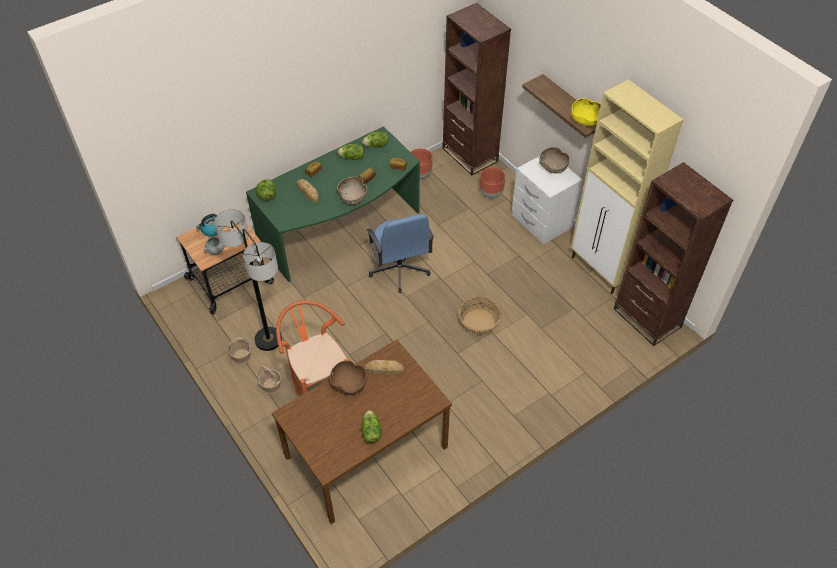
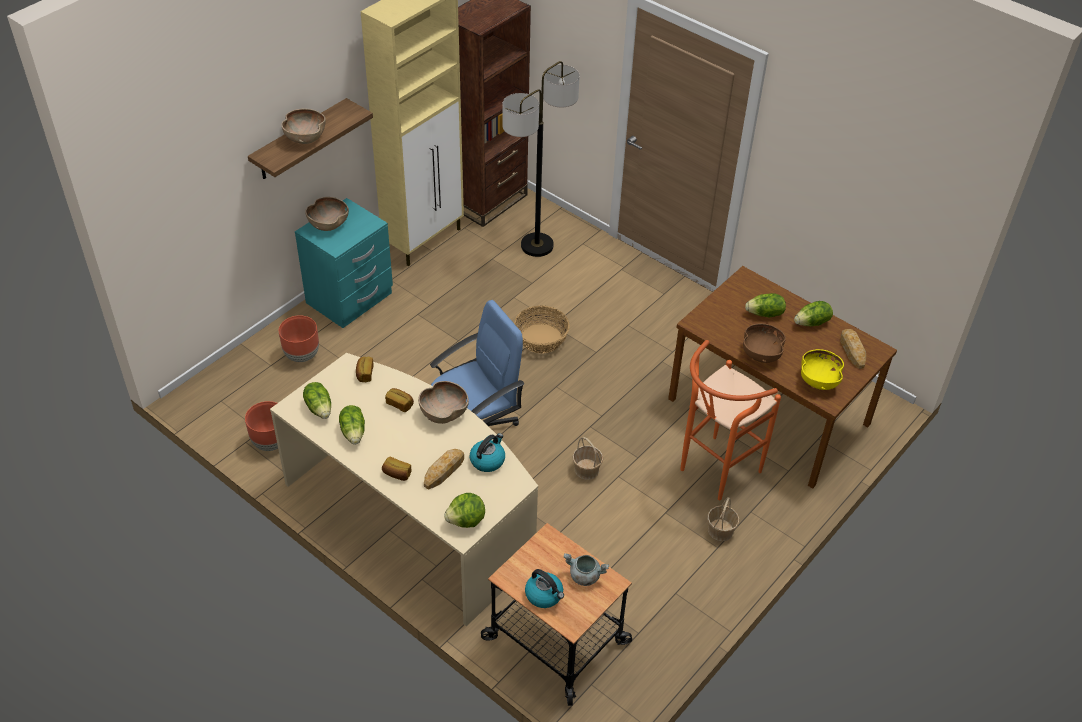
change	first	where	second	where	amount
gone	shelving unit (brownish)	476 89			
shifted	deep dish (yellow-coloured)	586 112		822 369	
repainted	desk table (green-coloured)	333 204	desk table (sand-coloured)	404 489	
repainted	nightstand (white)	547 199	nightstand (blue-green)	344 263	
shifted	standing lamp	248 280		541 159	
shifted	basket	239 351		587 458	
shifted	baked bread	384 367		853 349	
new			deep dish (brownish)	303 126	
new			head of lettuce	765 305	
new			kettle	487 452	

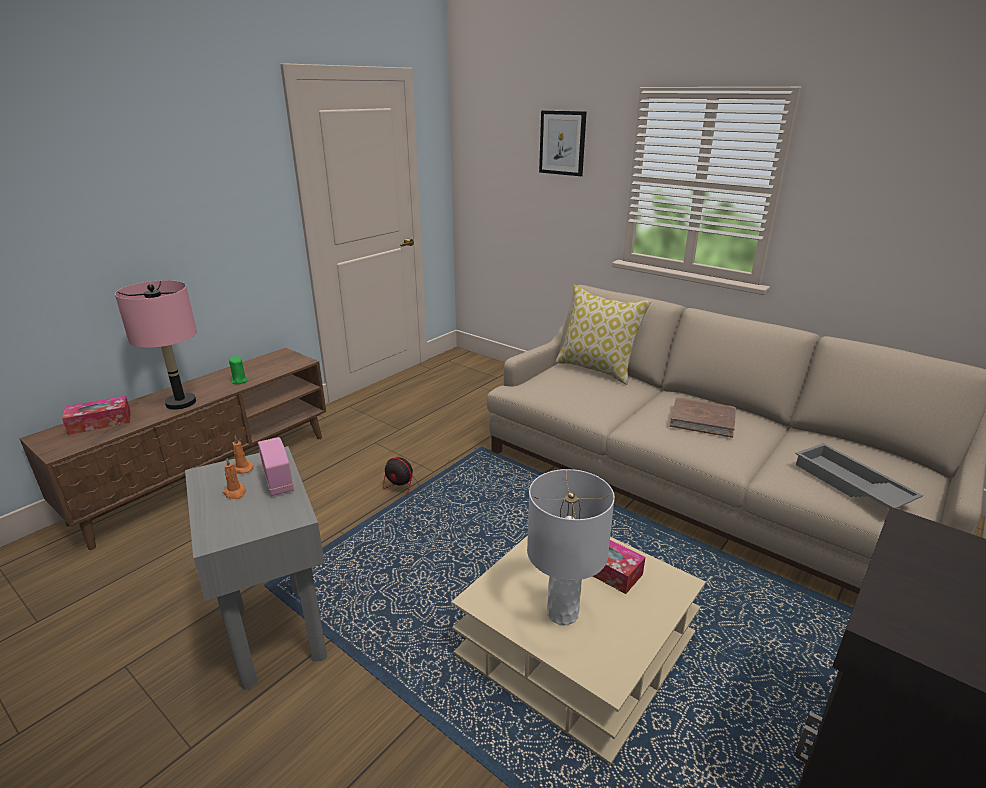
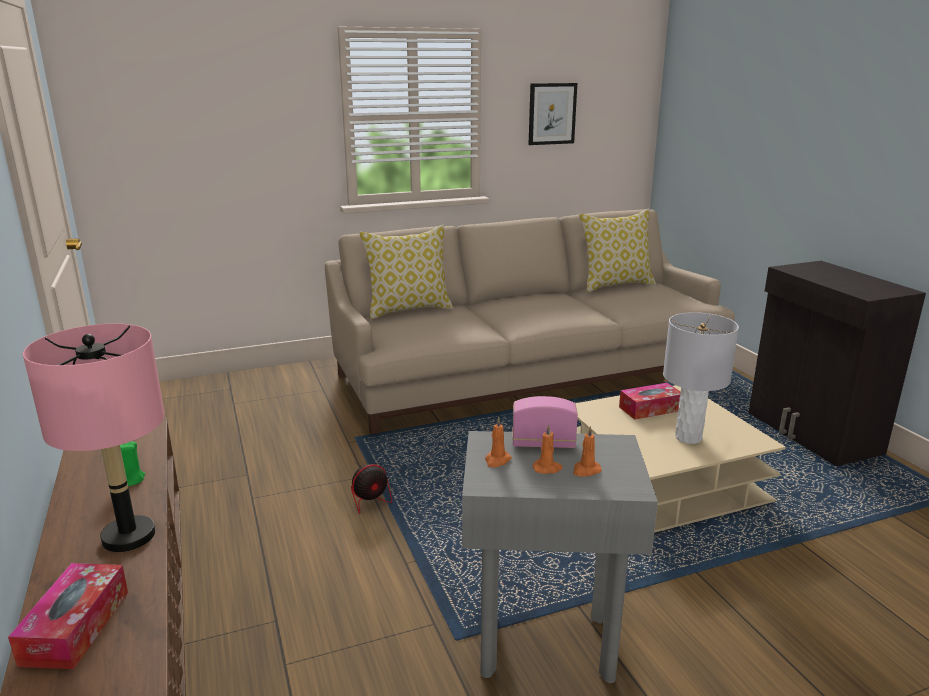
change	first	where	second	where	amount
shifted	wall art	563 143		552 114	
gone	volume (brownish)	703 417			
gone	tray (grey)	859 476			
new			cushion	617 250	
new			wax candle (orange-coloured)	587 451	

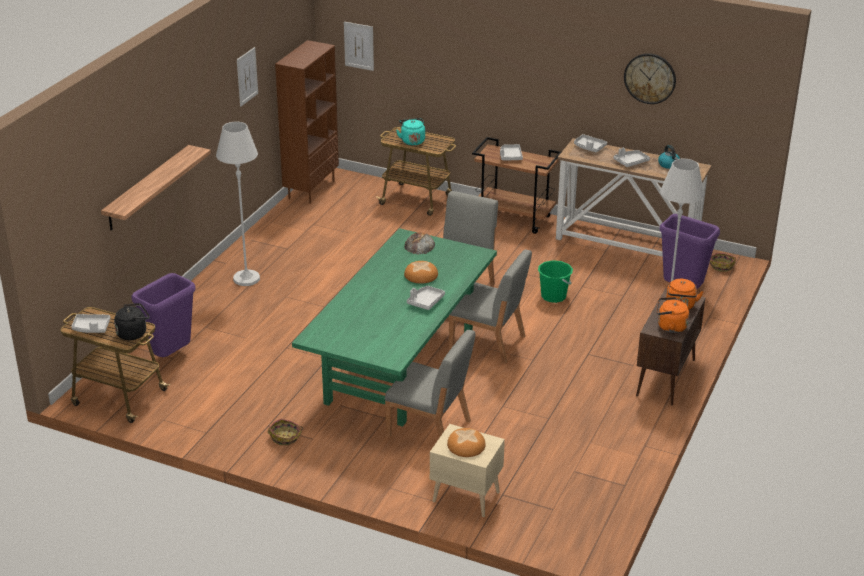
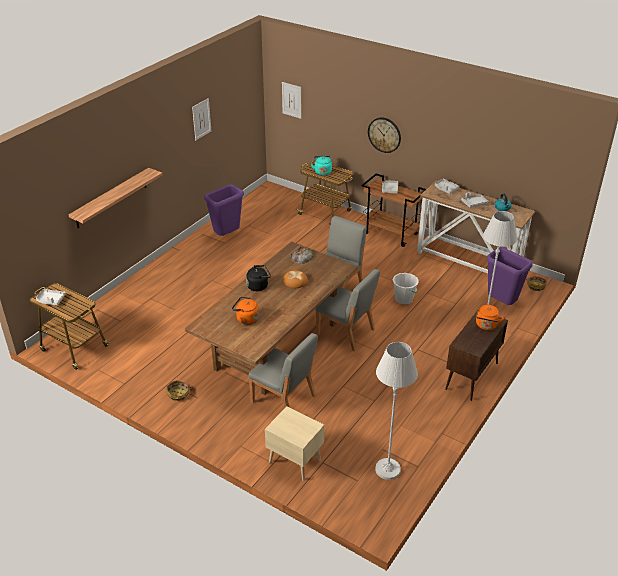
change	first	where	second	where	amount
gone	shelving unit (brownish)	307 122			
shifted	wall clock	650 78		384 135	
shifted	standing lamp (white)	238 204		396 411	
repainted	kitchen table (green-coloured)	394 327	kitchen table (brownish)	271 318	
repainted	bucket (green-coloured)	555 281	bucket (white)	406 288	
shifted	trash can (purplish)	163 315		224 210	
gone	tray (grey)	426 298			
shifted	kettle (orange-coloured)	673 315		245 311	
shifted	kettle (black-coloured)	132 321		258 278	
gone	baked bread	466 442			

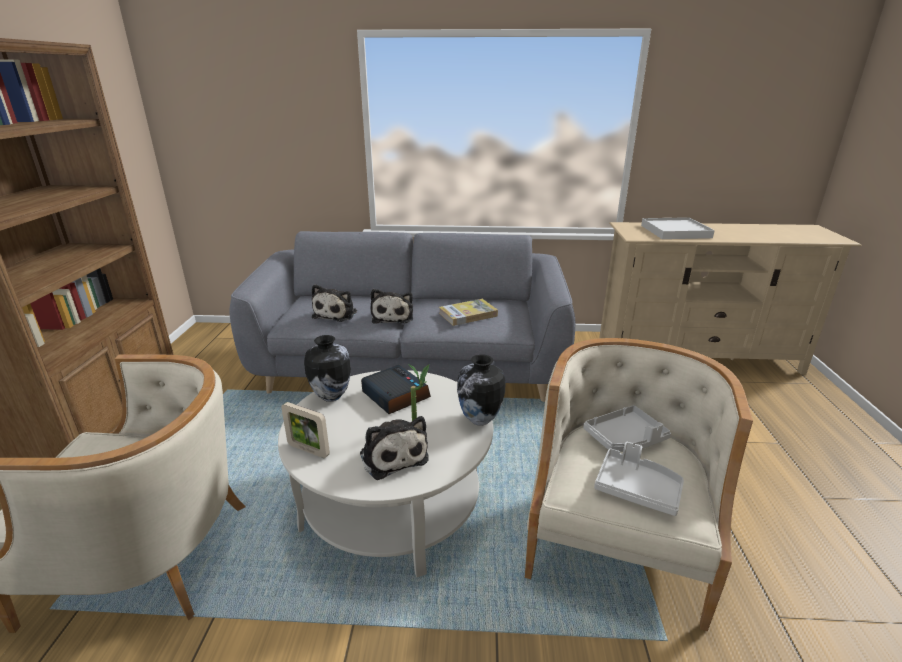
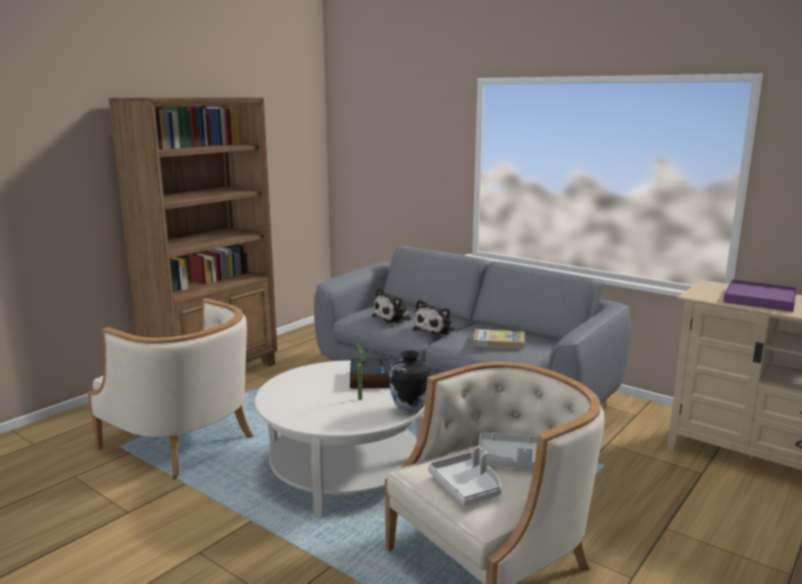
change	first	where	second	where	amount
repainted	tray (white)	678 228	tray (purplish)	760 296	
gone	vase	327 368			
gone	standing frame	305 430			
gone	cuddly toy	394 448			

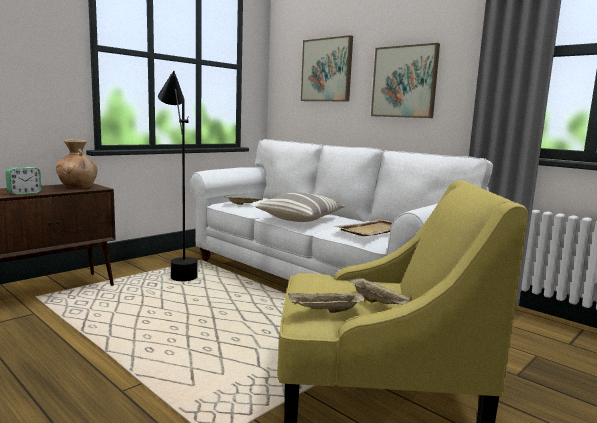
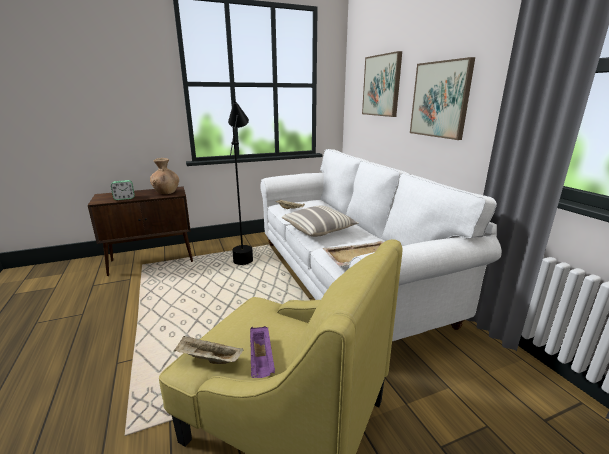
change	first	where	second	where	amount
repainted	tray (sand-coloured)	380 291	tray (purplish)	262 352	

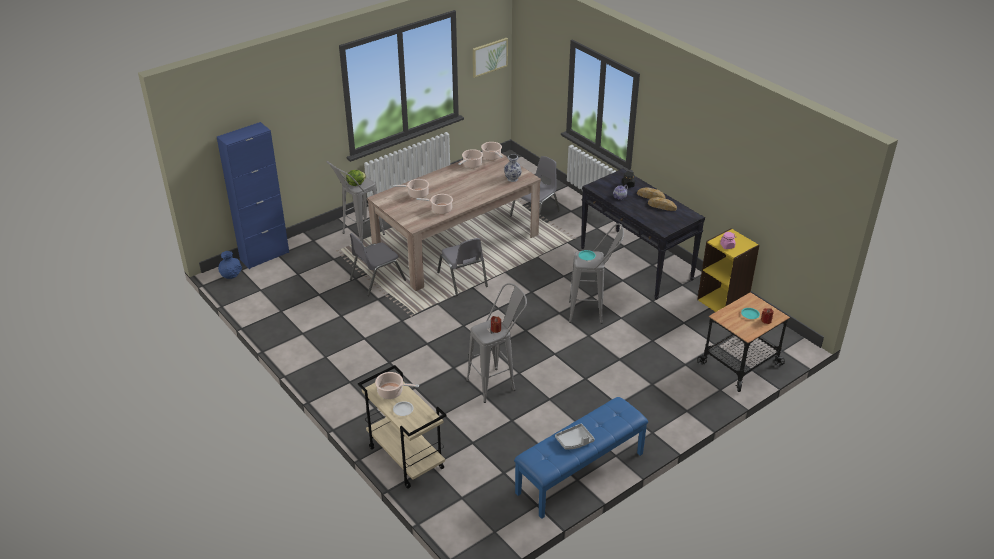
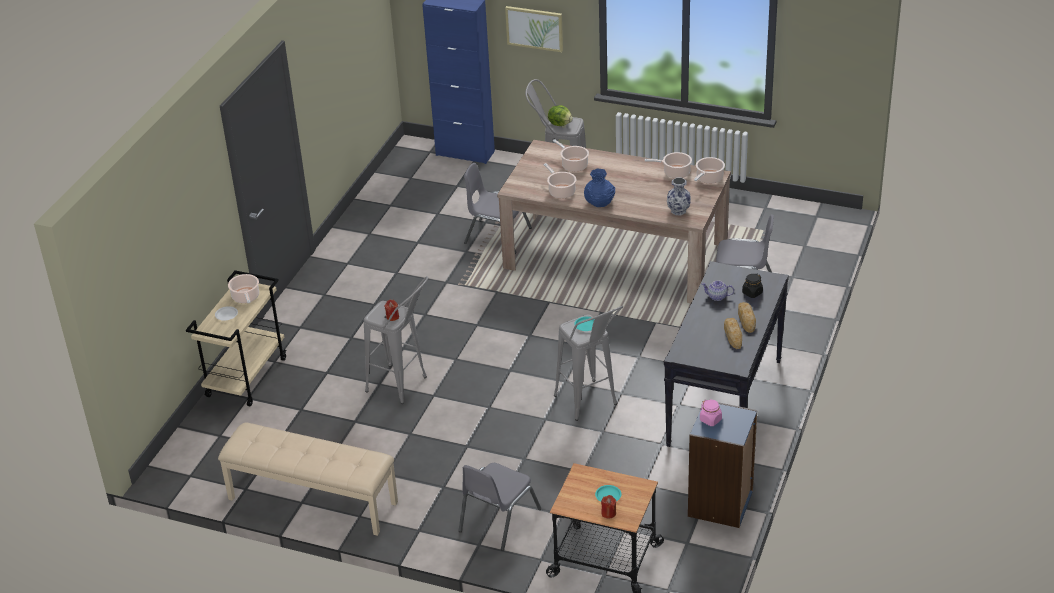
change	first	where	second	where	amount
shifted	wall art	490 58		534 29	
repainted	shelving unit (yellow-coloured)	728 270	shelving unit (blue-coloured)	722 464	
shifted	upright chair (grey)	462 267		499 507	
shifted	vase (blue-coloured)	230 265		599 187	
repainted	long seat (blue-coloured)	581 458	long seat (sand-coloured)	308 479	
gone	tray (grey)	575 436			

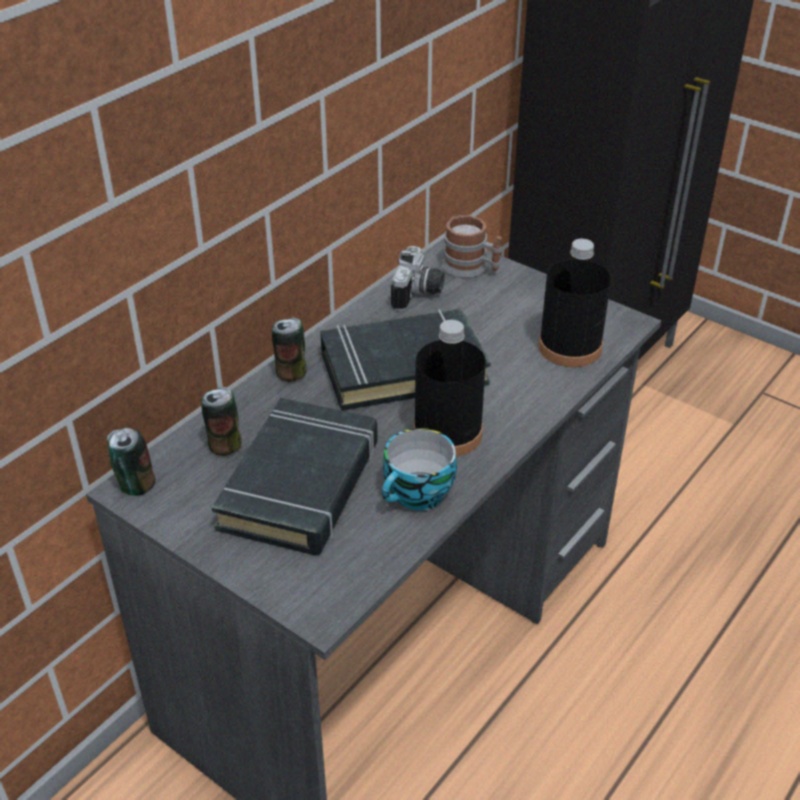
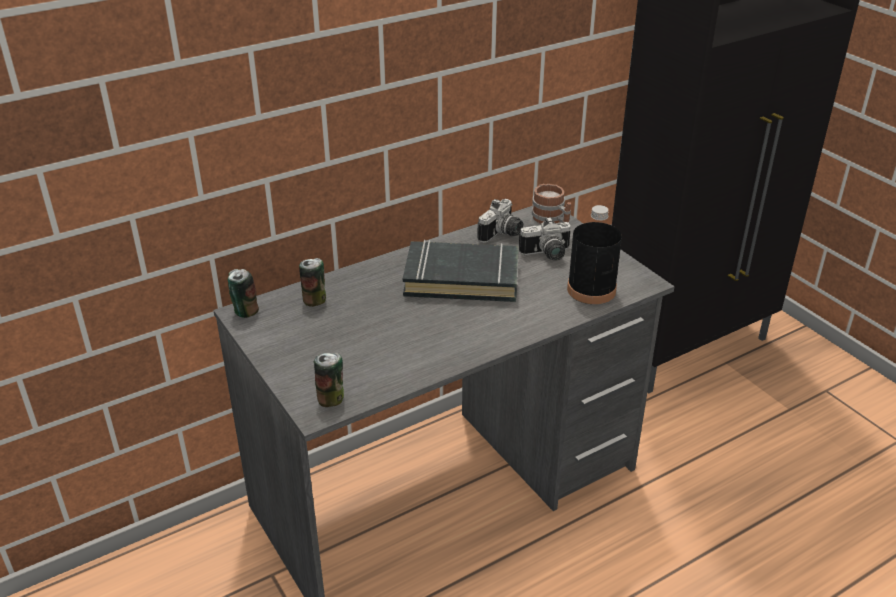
change	first	where	second	where	amount
shifted	can	289 350		329 380	
gone	bottle (black-coloured)	450 388			
gone	volume (black-coloured)	295 477			
gone	small cup	419 469			
new			photo camera	545 239	

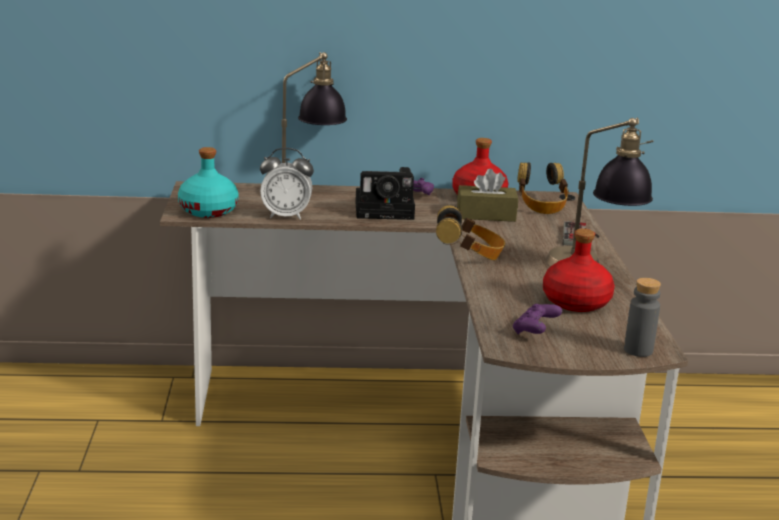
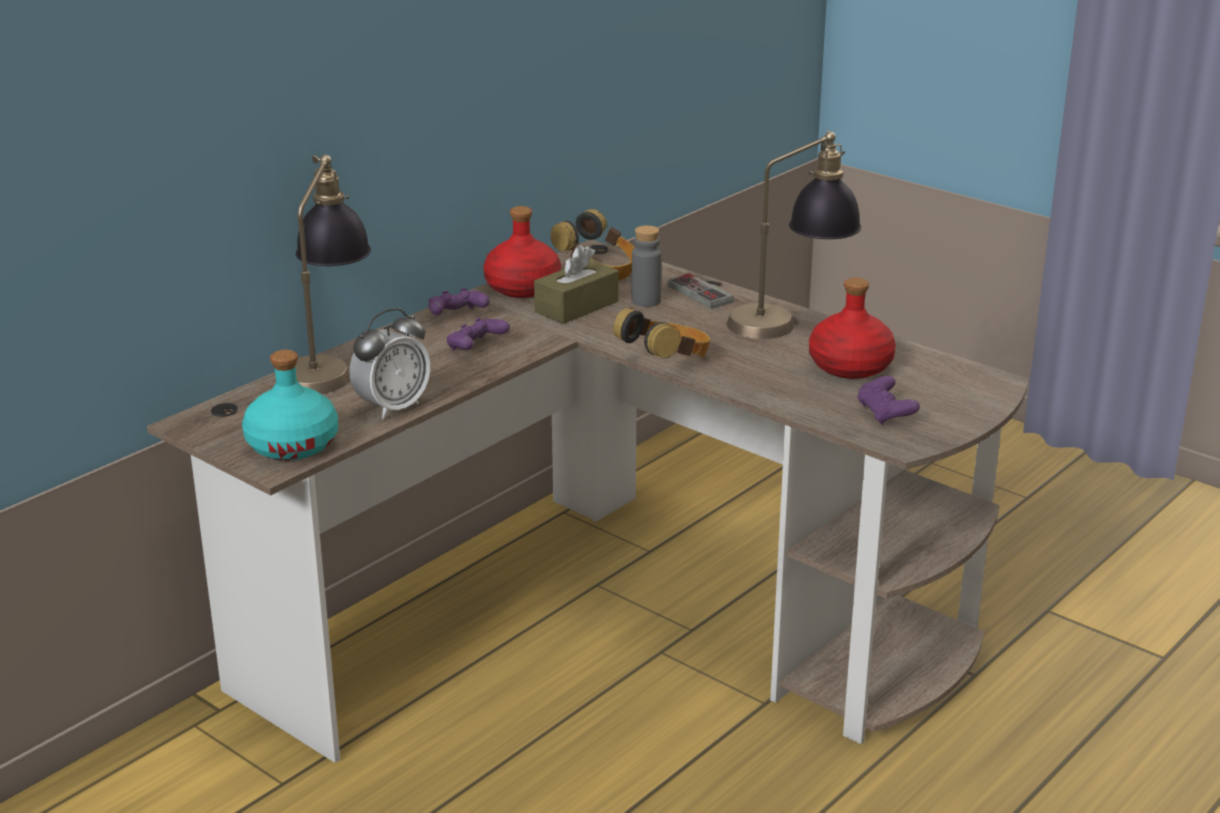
change	first	where	second	where	amount
swapped	photo camera	385 193	joypad (purplish)	478 334	
shifted	bottle (grey)	642 317		646 266	

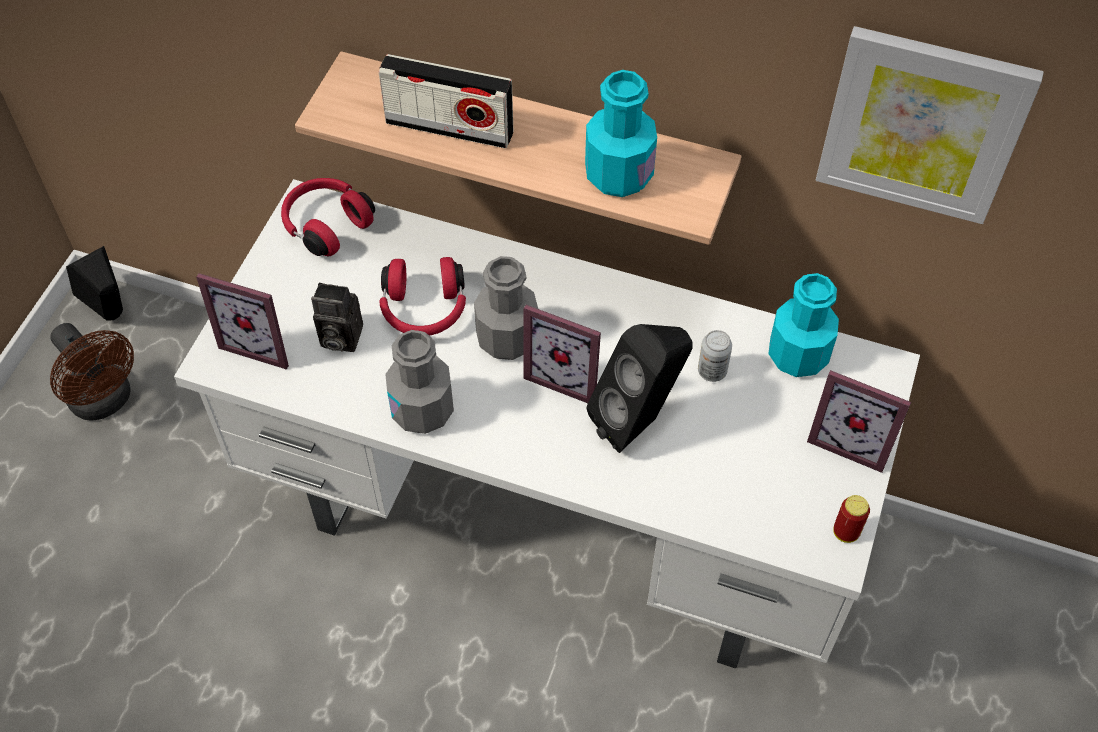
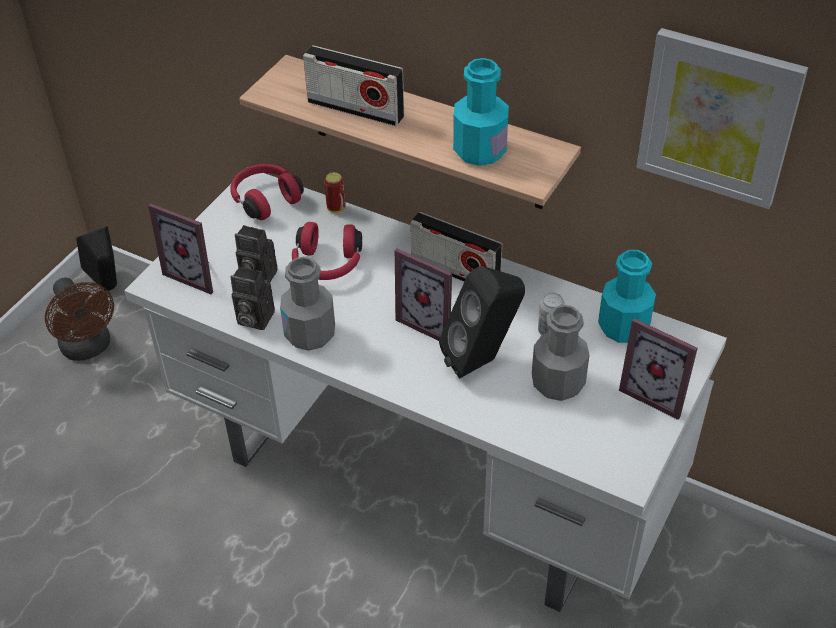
change	first	where	second	where	amount
shifted	bottle (grey)	506 308		561 353	
shifted	can	851 519		335 192	
new			radio receiver	456 247	
new			photo camera	253 298	

